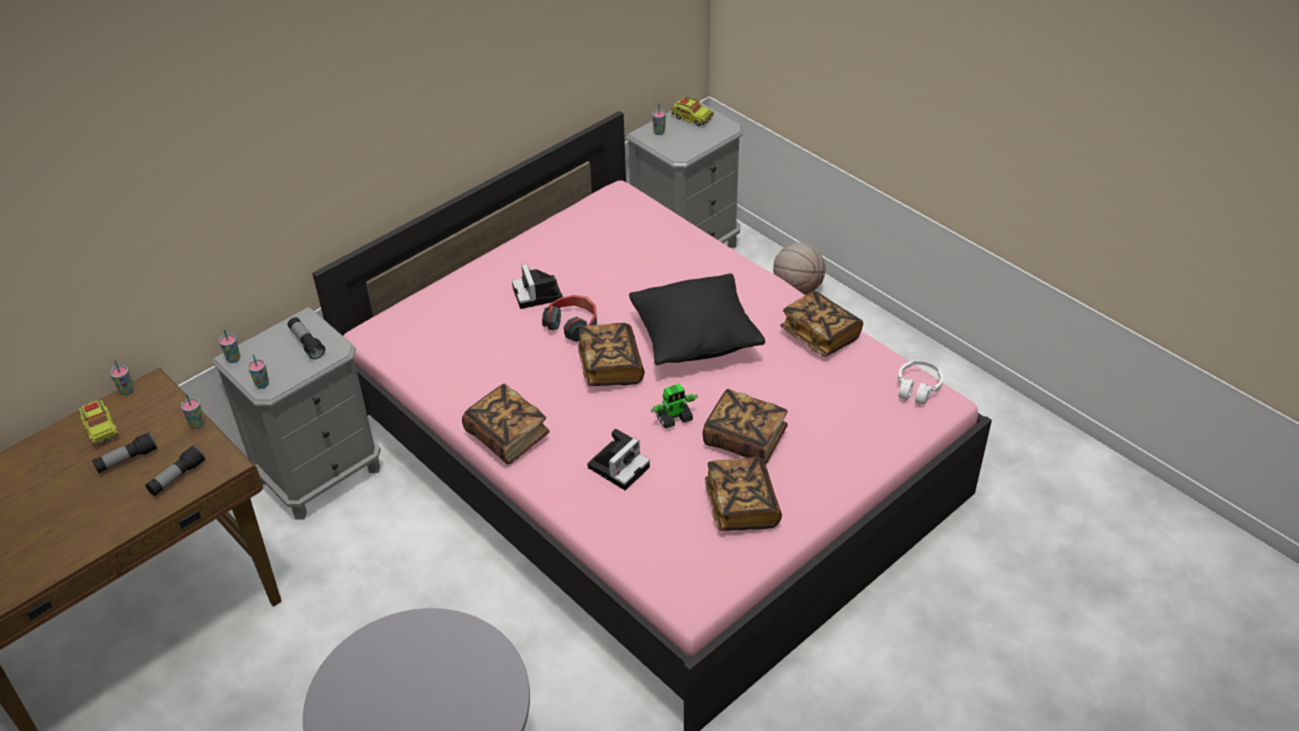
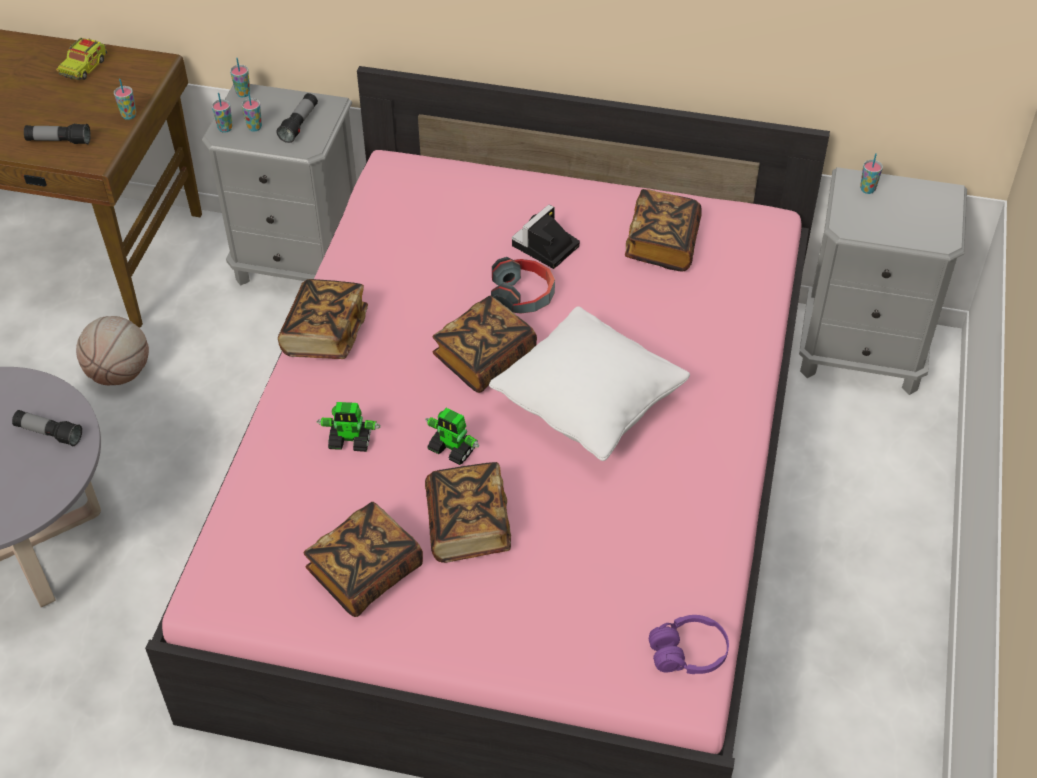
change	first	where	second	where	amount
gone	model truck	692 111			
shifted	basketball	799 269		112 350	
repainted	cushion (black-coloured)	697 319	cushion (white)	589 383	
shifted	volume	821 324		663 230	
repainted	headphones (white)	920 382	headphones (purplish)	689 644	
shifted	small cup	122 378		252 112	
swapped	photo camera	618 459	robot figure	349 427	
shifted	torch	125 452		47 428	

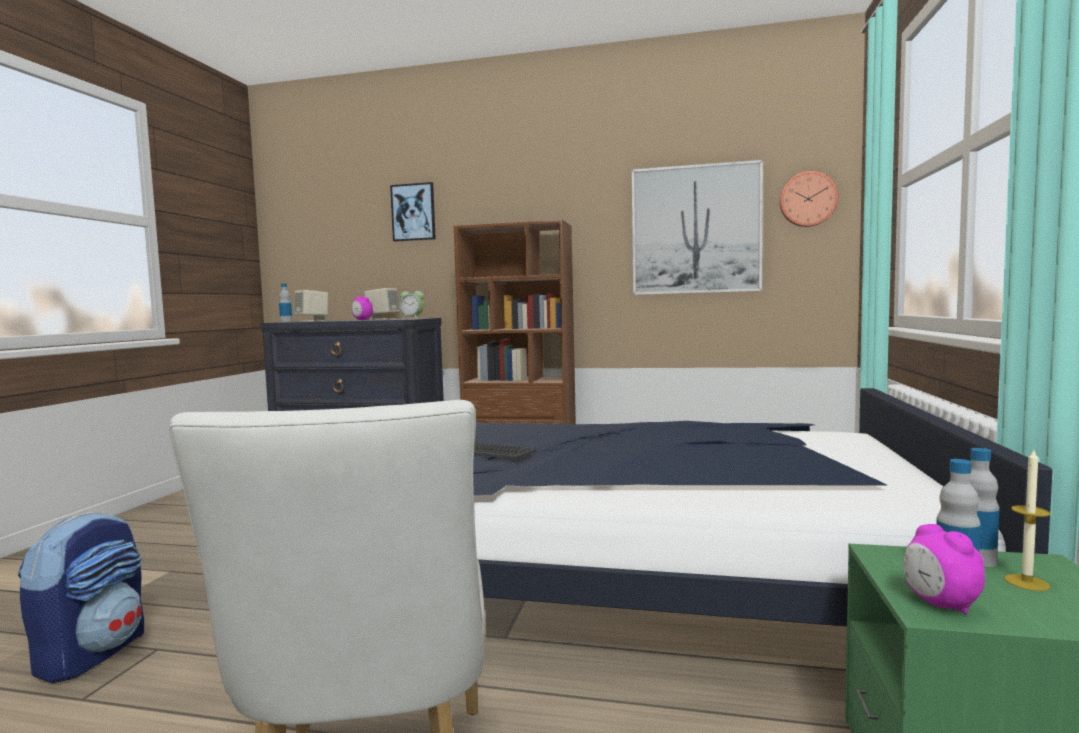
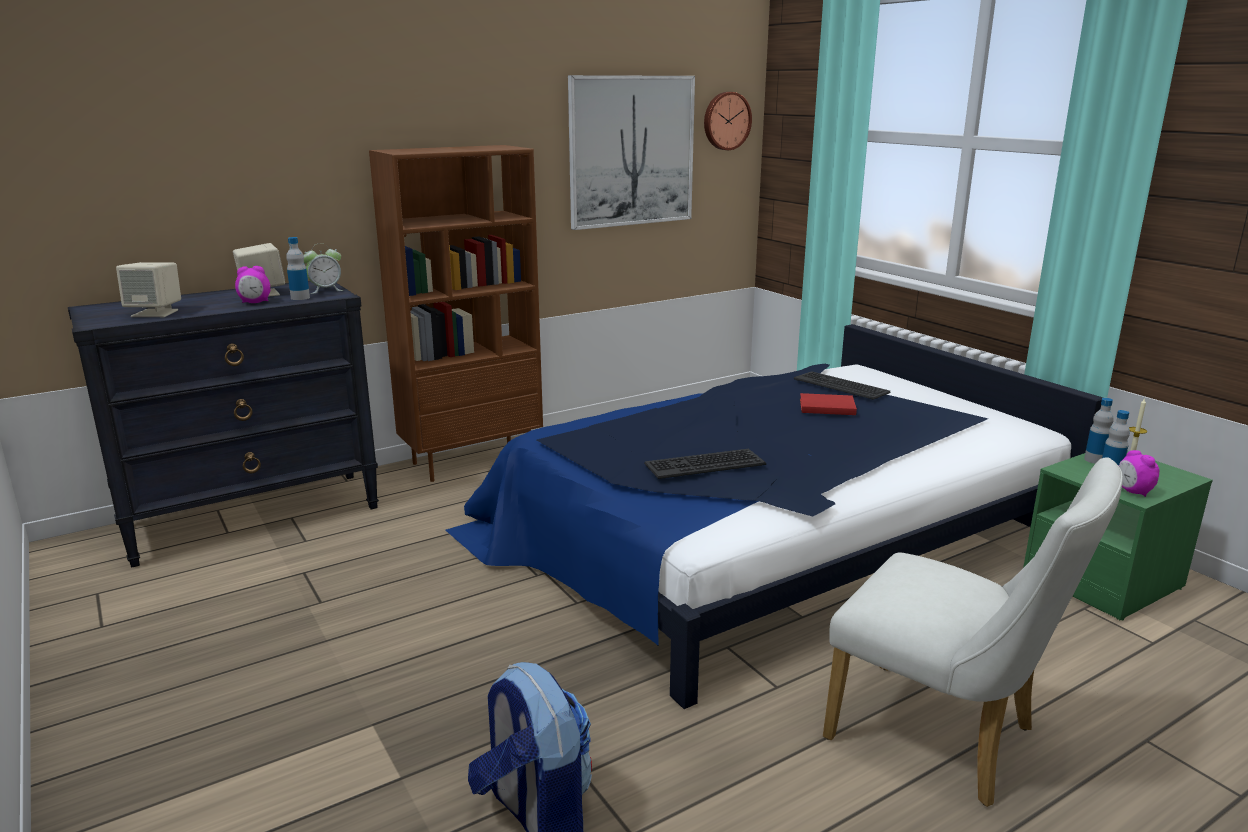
change	first	where	second	where	amount
gone	wall art	413 212			
shifted	bottle	285 303		298 268	
rotated	alarm clock	944 569		1139 473	45 degrees clockwise
new			computer keyboard	842 385	
new			volume (reddish)	828 404	

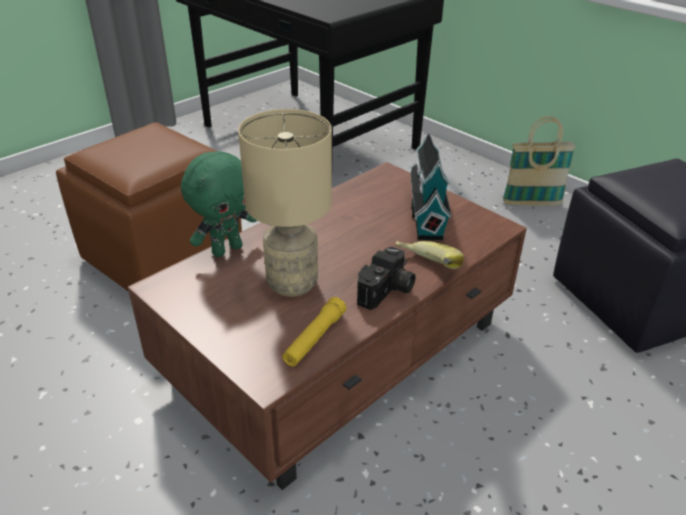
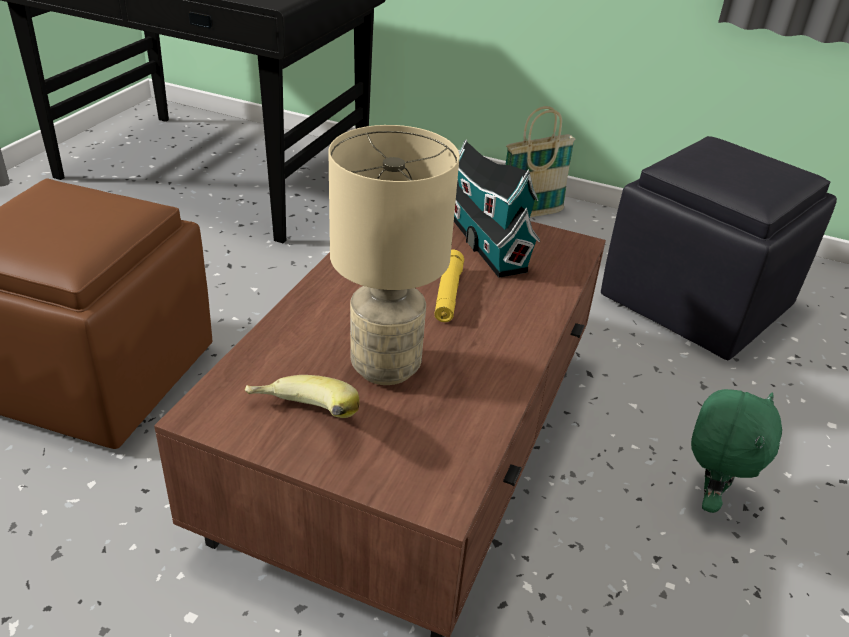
change	first	where	second	where	amount
shifted	cuddly toy (green-coloured)	219 204		736 451	
shifted	banana fruit	429 255		302 396	
gone	photo camera	386 278			
shifted	torch (yellow-coloured)	314 331		449 286	

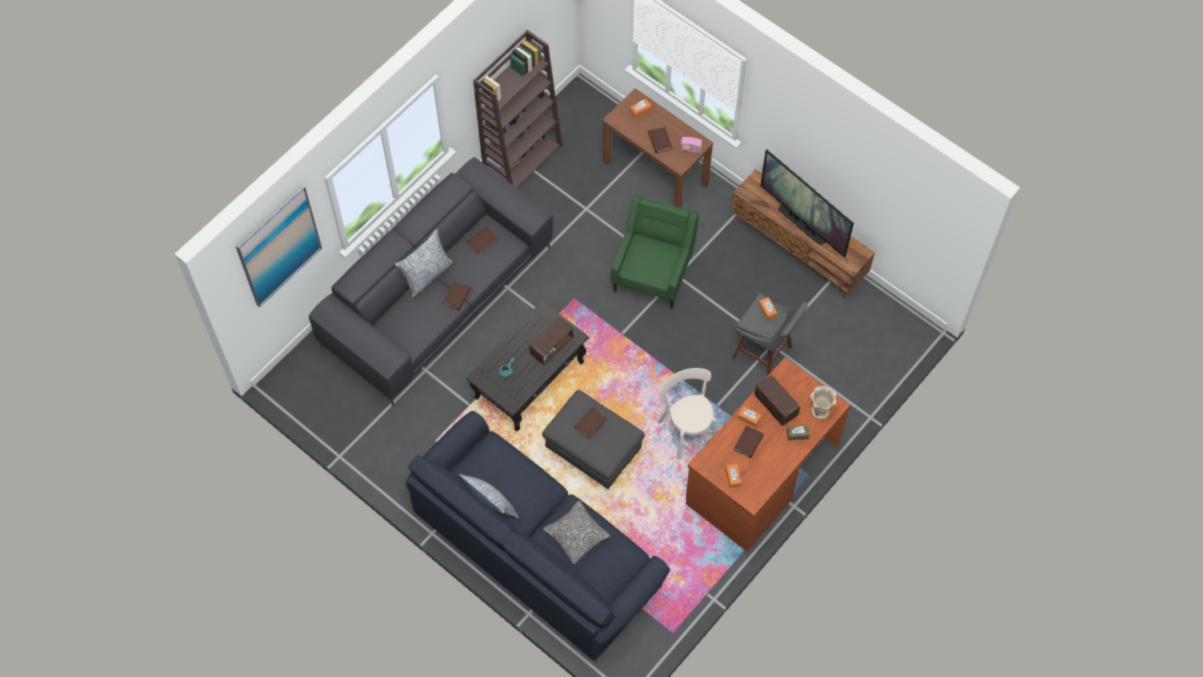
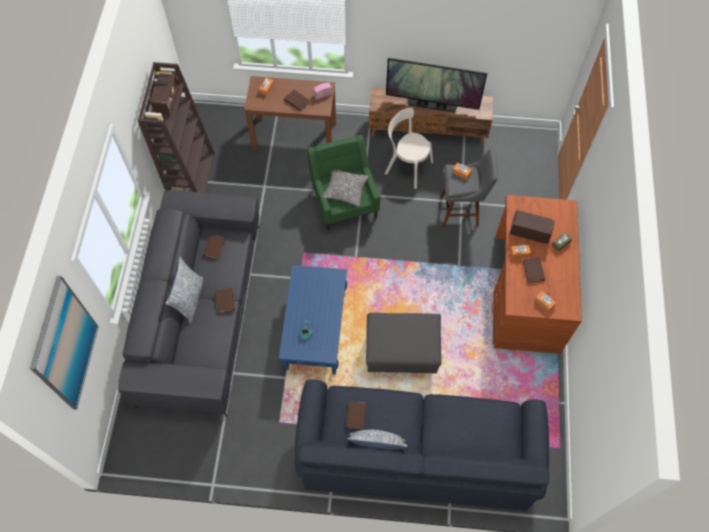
change	first	where	second	where	amount
repainted	low table (black-coloured)	527 366	low table (blue-coloured)	313 320	
shifted	radio receiver	551 341		165 94	
shifted	upright chair (sand-coloured)	688 413		409 148	
gone	vase (sand-coloured)	823 402			
shifted	volume (brownish)	591 423		356 415	
shifted	cushion	576 532		345 187	

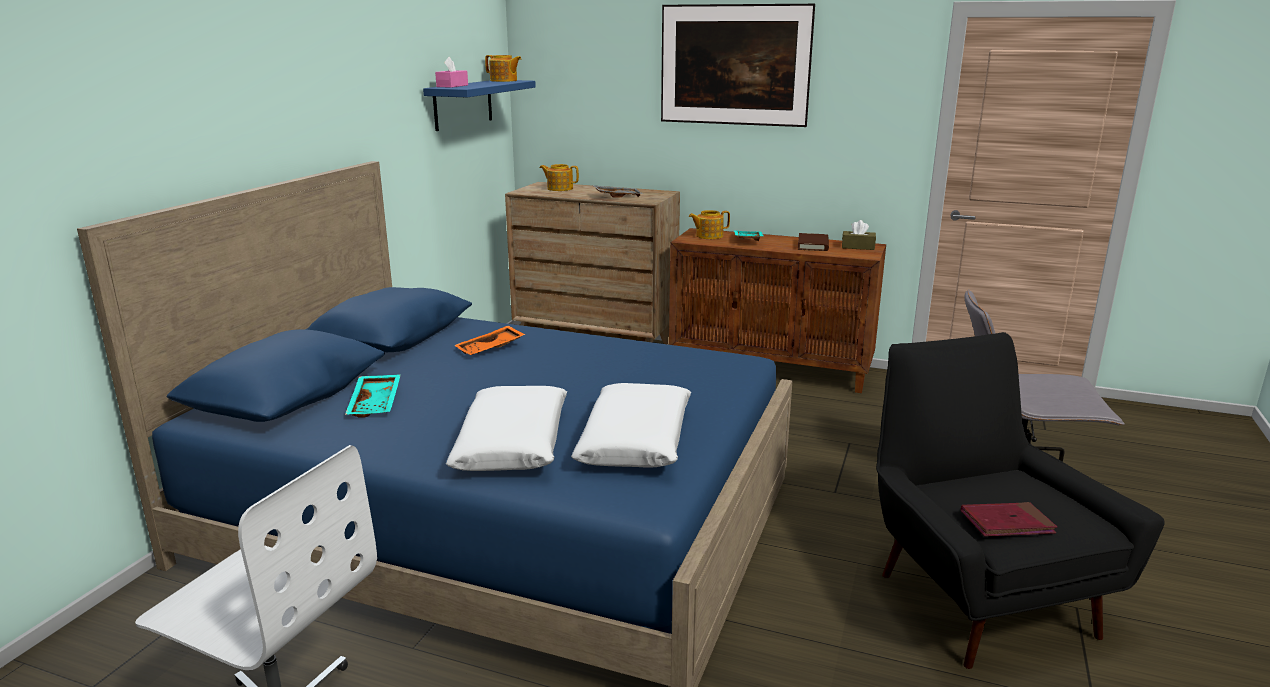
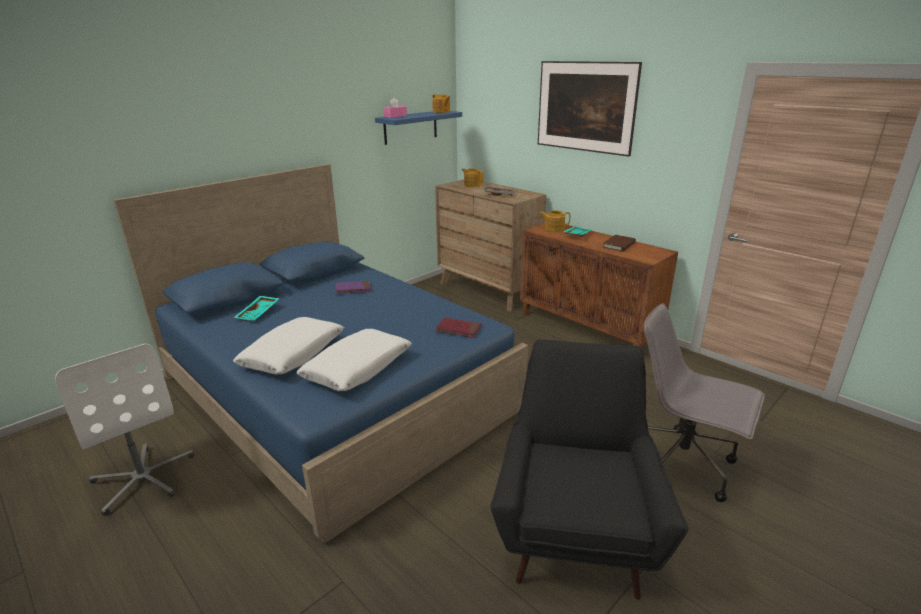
change	first	where	second	where	amount
gone	tissue holder (brownish)	859 235			
swapped	tray (orange-coloured)	489 340	volume (purplish)	353 287	
shifted	volume (reddish)	1009 519		458 327	

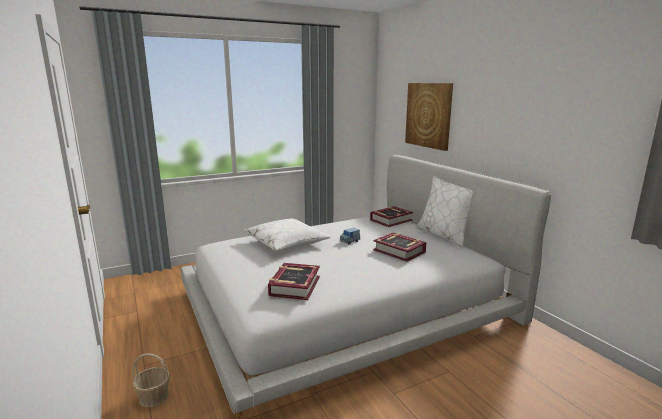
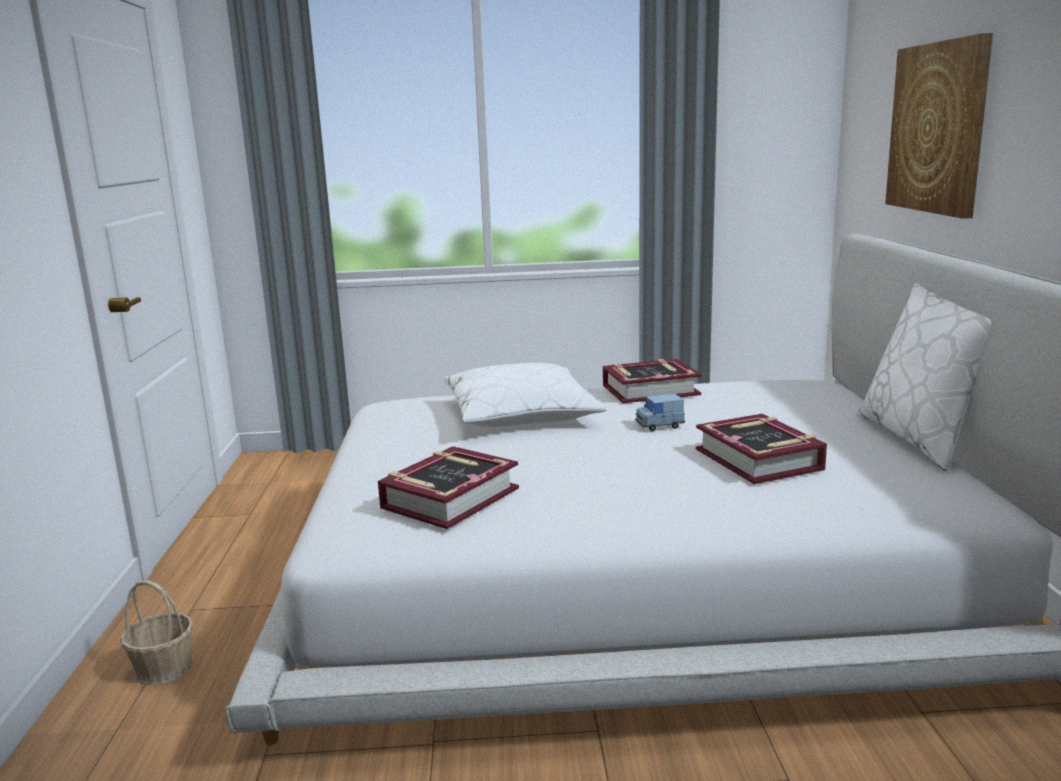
change	first	where	second	where	amount
shifted	volume	391 216		652 381	

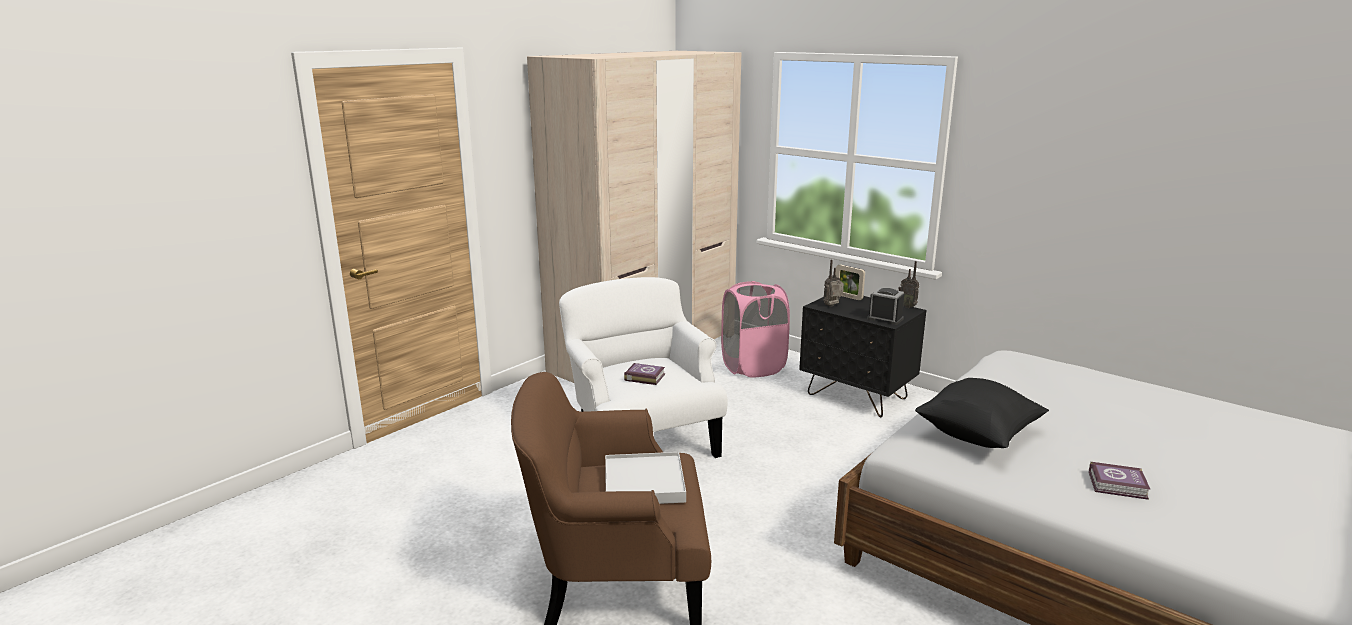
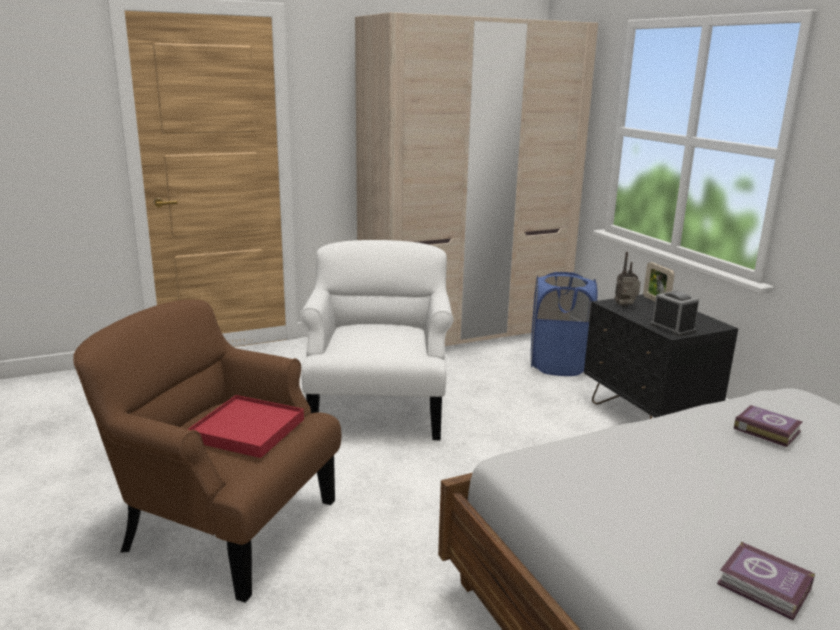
change	first	where	second	where	amount
gone	radio receiver	909 284			
repainted	washing basket (pinkish)	755 329	washing basket (blue-coloured)	564 324	
shifted	volume	644 374		768 426	
gone	cushion (black-coloured)	982 413			
repainted	tray (white)	645 478	tray (reddish)	245 426	

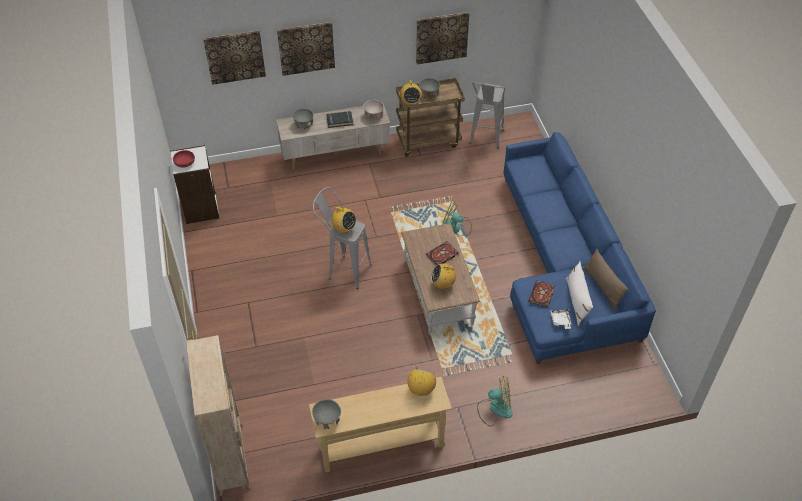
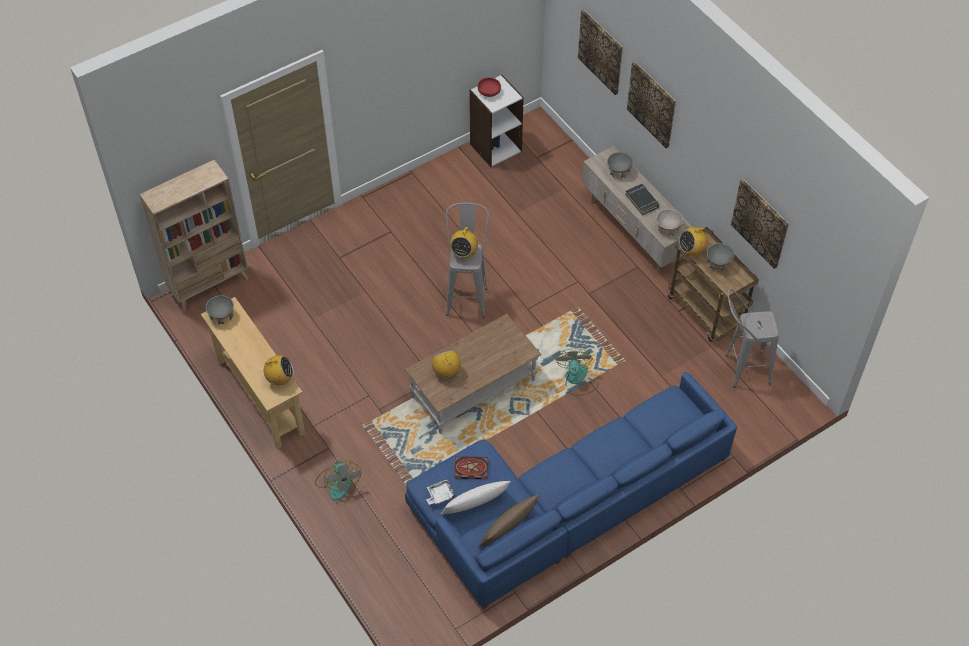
change	first	where	second	where	amount
gone	volume	442 253			

